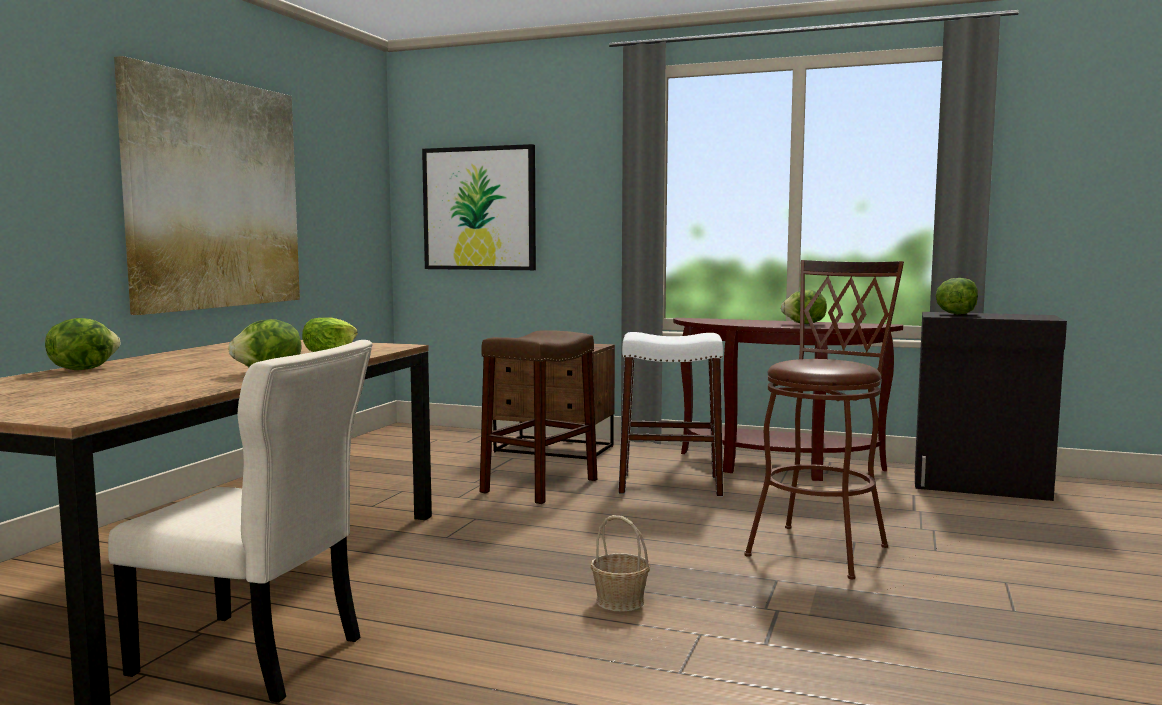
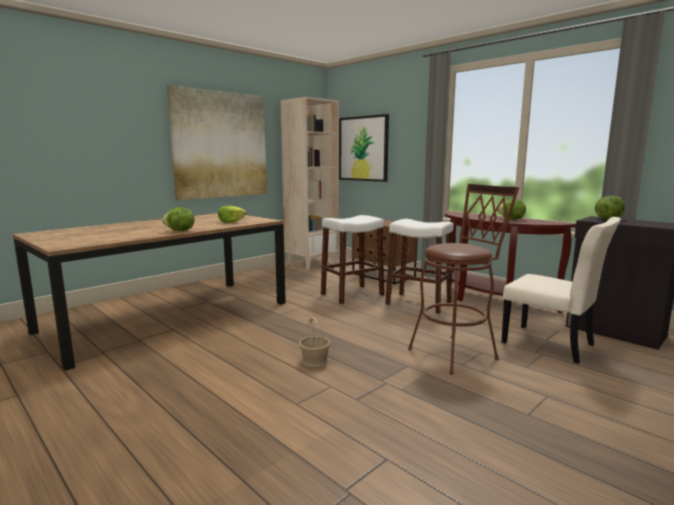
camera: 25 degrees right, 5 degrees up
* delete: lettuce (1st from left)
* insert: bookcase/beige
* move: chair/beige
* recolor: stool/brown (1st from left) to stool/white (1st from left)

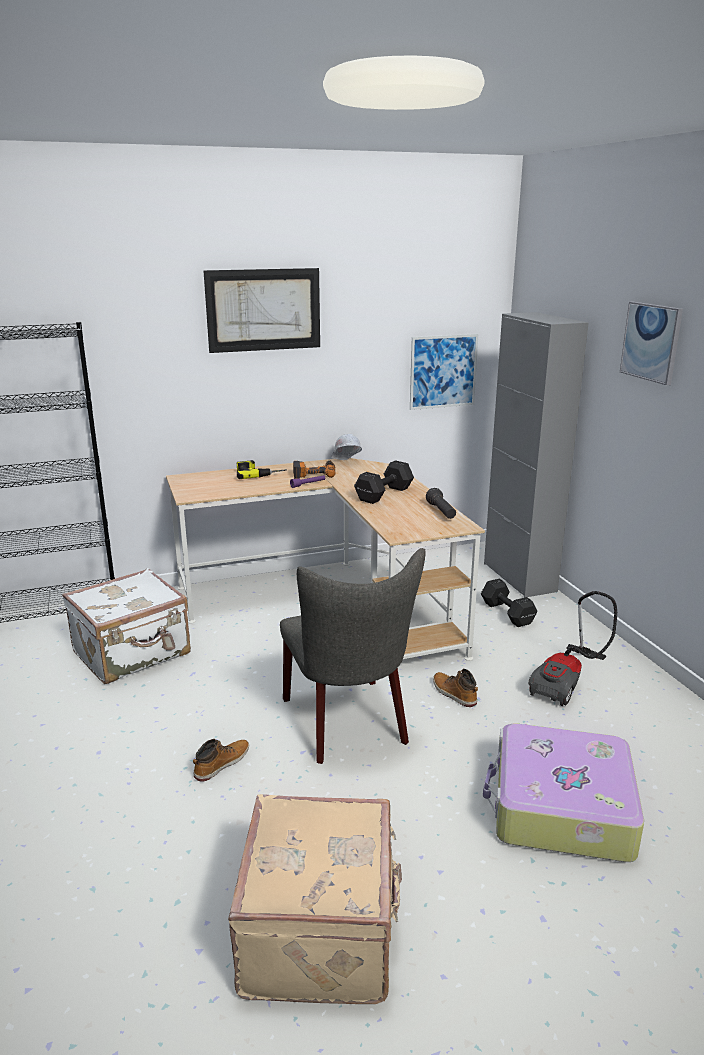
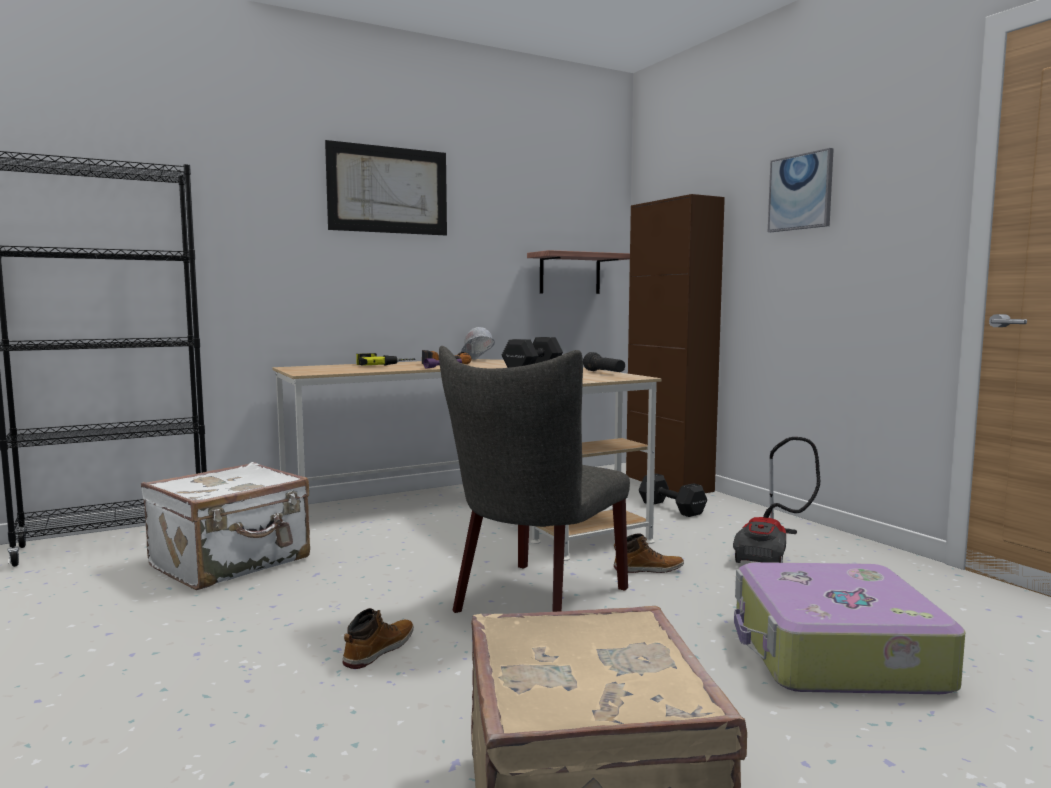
camera: 10 degrees left, 15 degrees down
* replace: picture (2nd from left) to shelf
* recolor: cabinet/grey to cabinet/brown
* rotate: chair/grey 60 degrees clockwise
* rotate: boot (2nd from left) 135 degrees clockwise

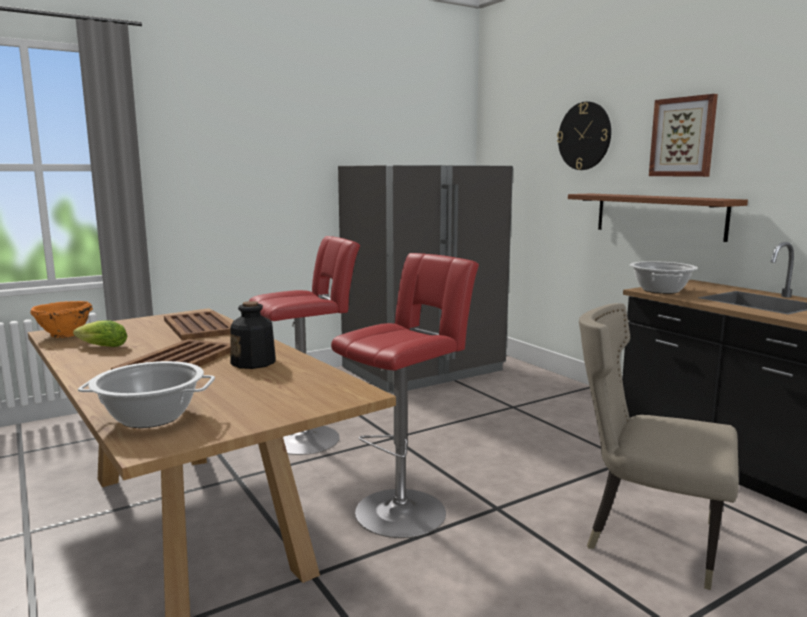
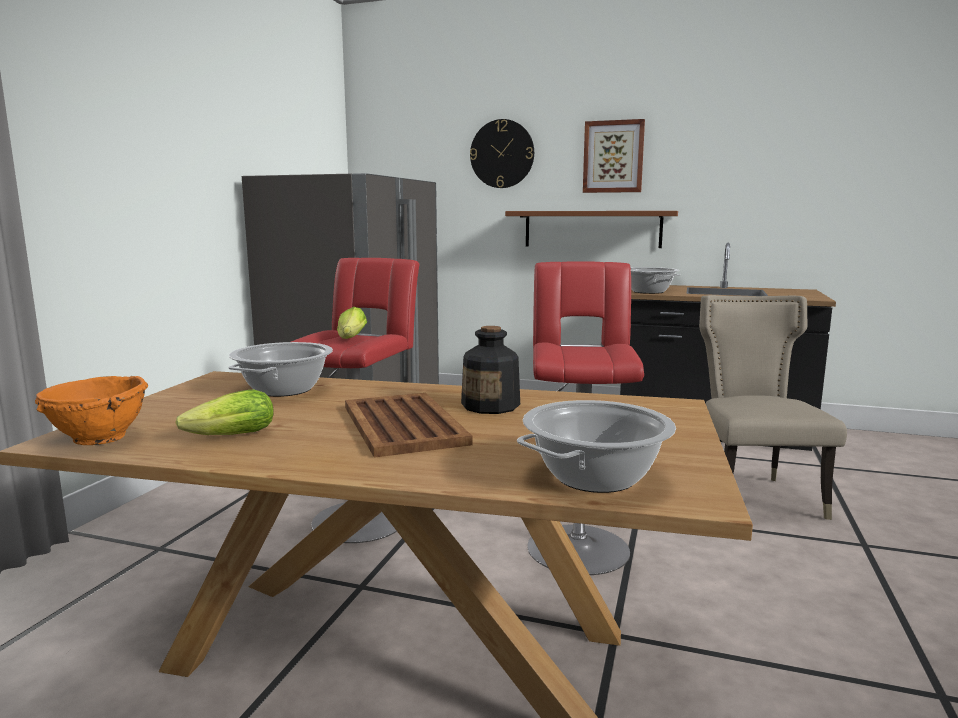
camera: 40 degrees left, 0 degrees up
* insert: lettuce (2nd from left)
* replace: tray/brown (2nd from left) to cooking pot (1st from left)
* rotate: chair/beige 105 degrees clockwise

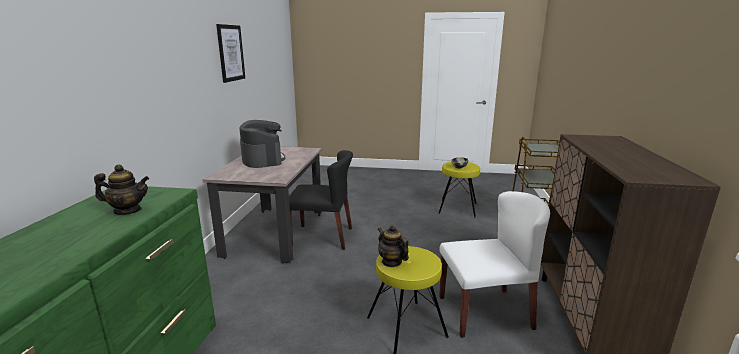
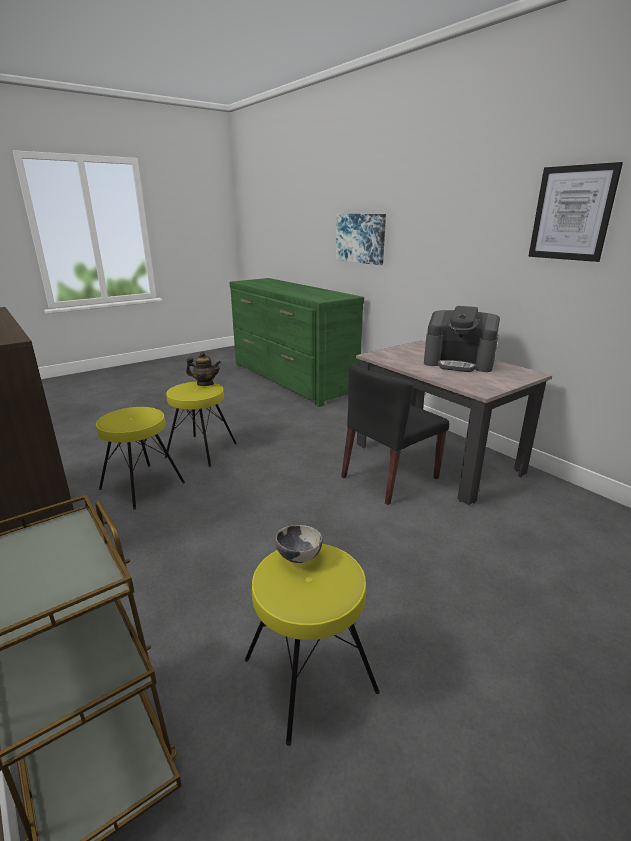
camera: 135 degrees right, 5 degrees up
* delete: teapot (1st from left)
* insert: picture (1st from left)
* replace: chair/white to stool/yellow (1st from left)

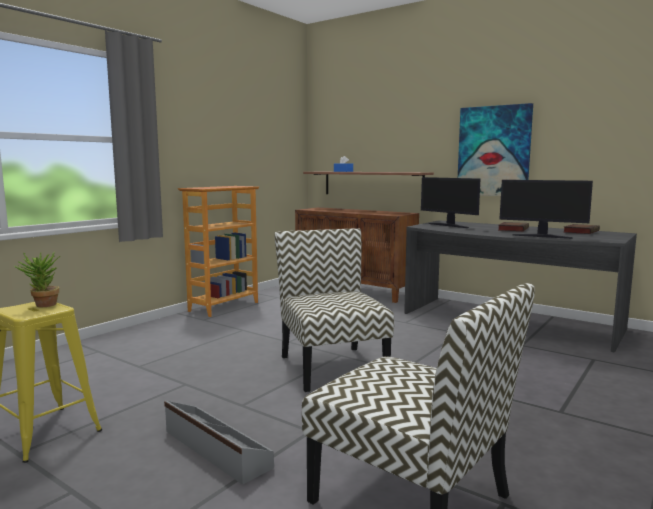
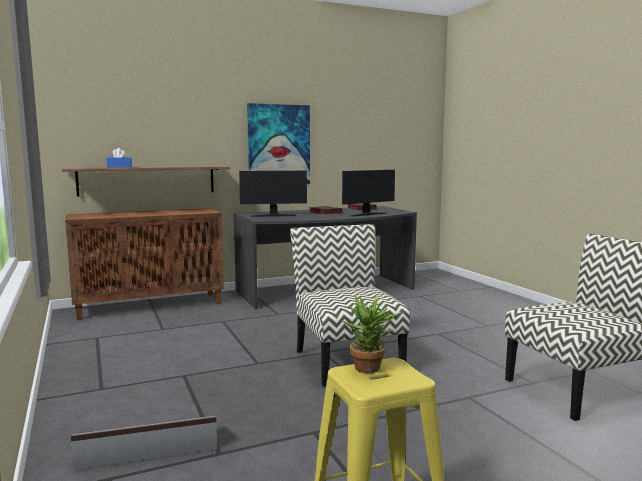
camera: 60 degrees left, 0 degrees up
* delete: bookcase
* move: storage box/grey
* rotate: chair (1st from left) 60 degrees clockwise

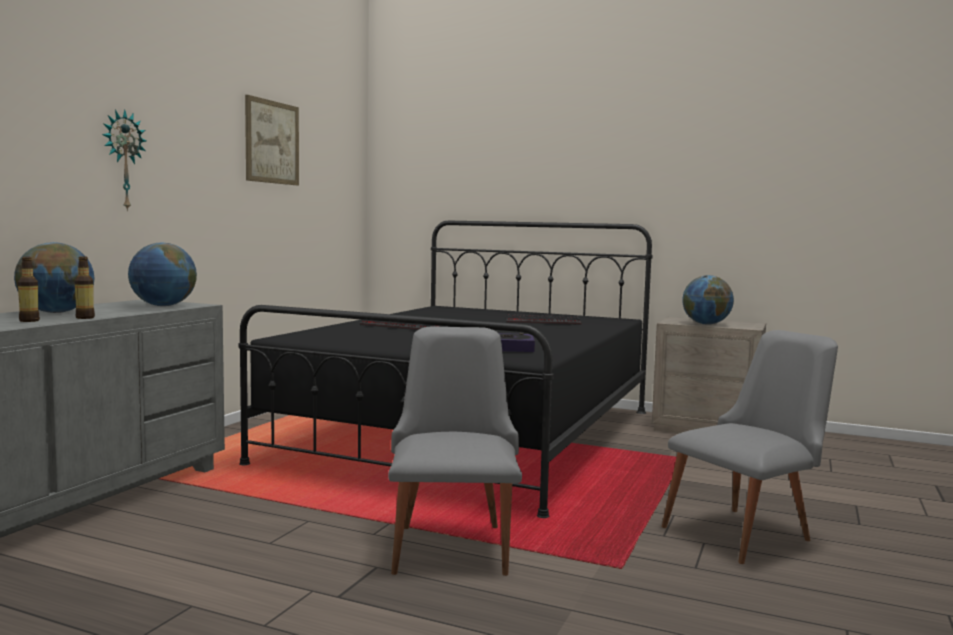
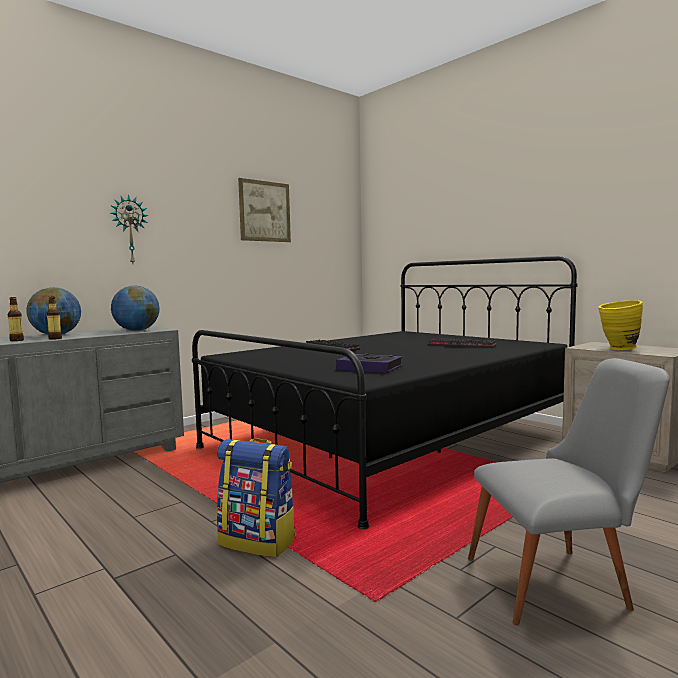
camera: 25 degrees right, 0 degrees up
* replace: chair/grey (1st from left) to backpack
* replace: globe (3rd from left) to vase/yellow

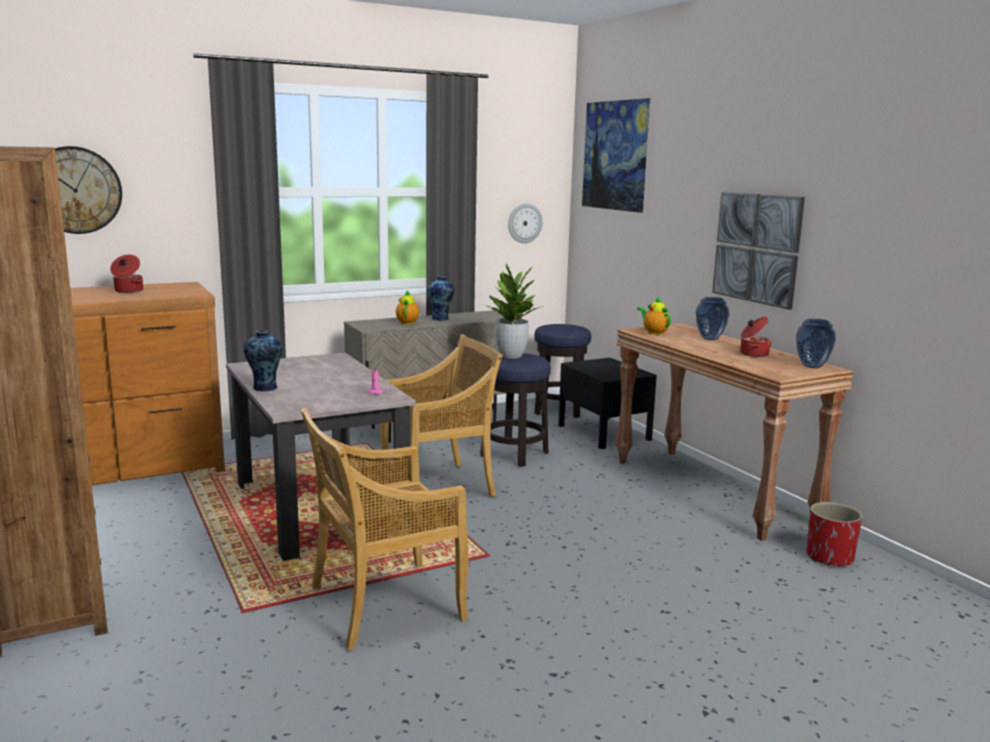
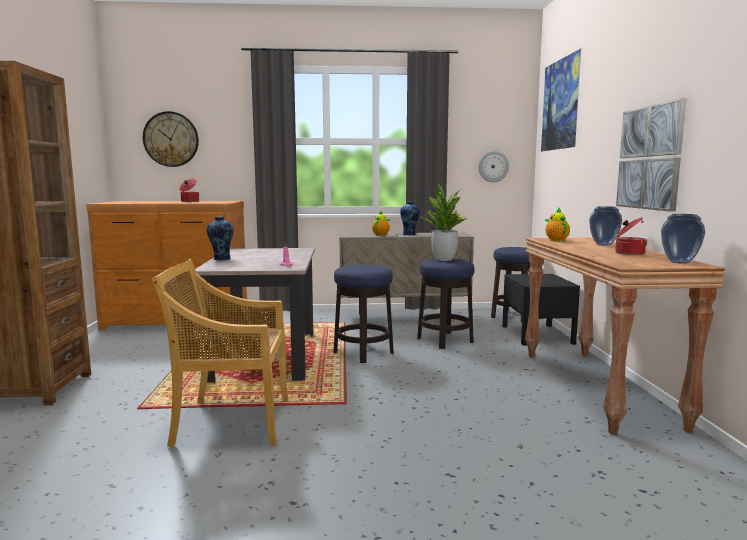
camera: 25 degrees right, 5 degrees down
* delete: planter/red
* replace: chair/beige (2nd from left) to stool (1st from left)

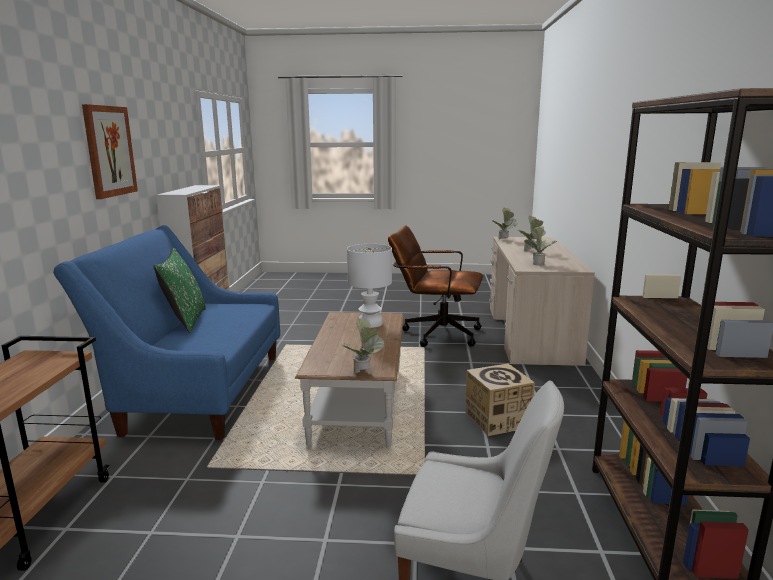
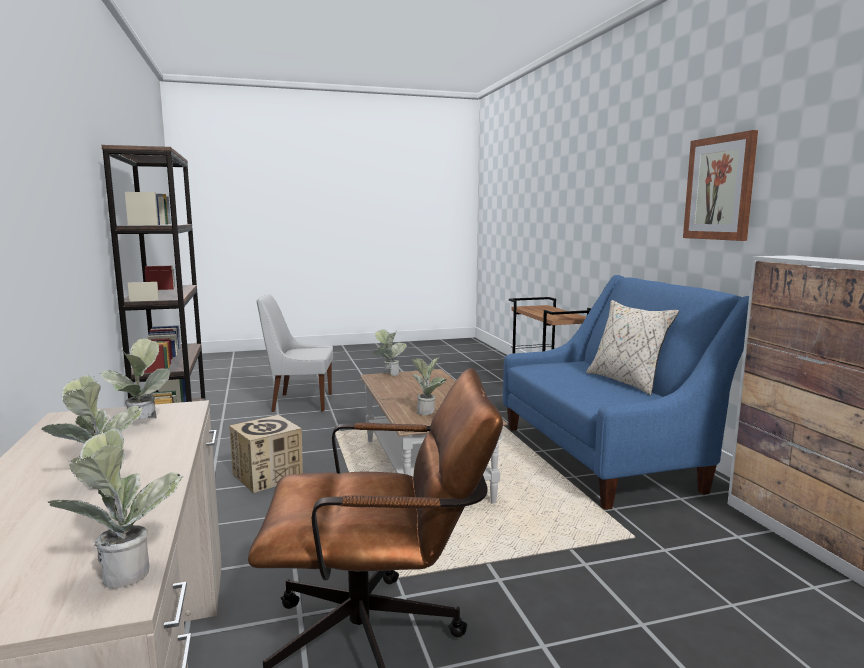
camera: 160 degrees right, 5 degrees down
* replace: table lamp/white to potted plant (5th from left)
* recolor: pillow/green to pillow/beige

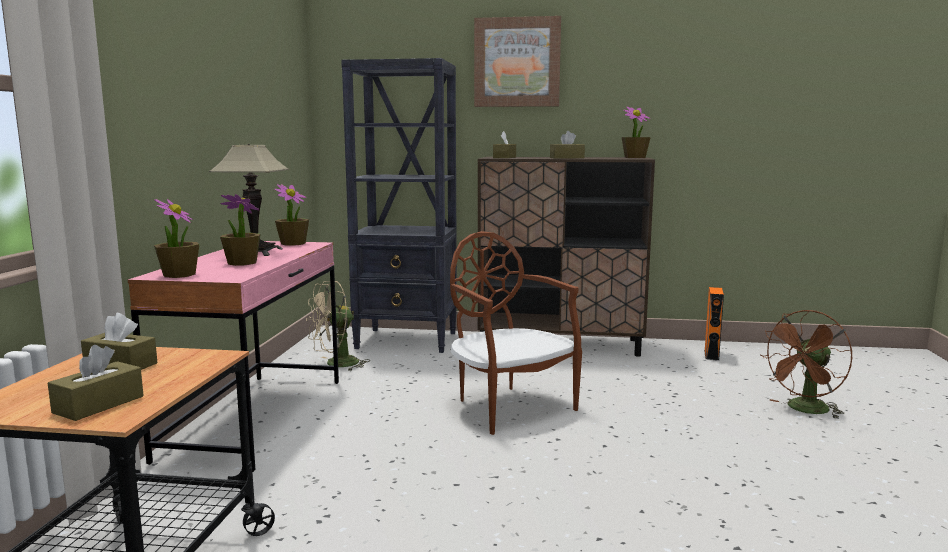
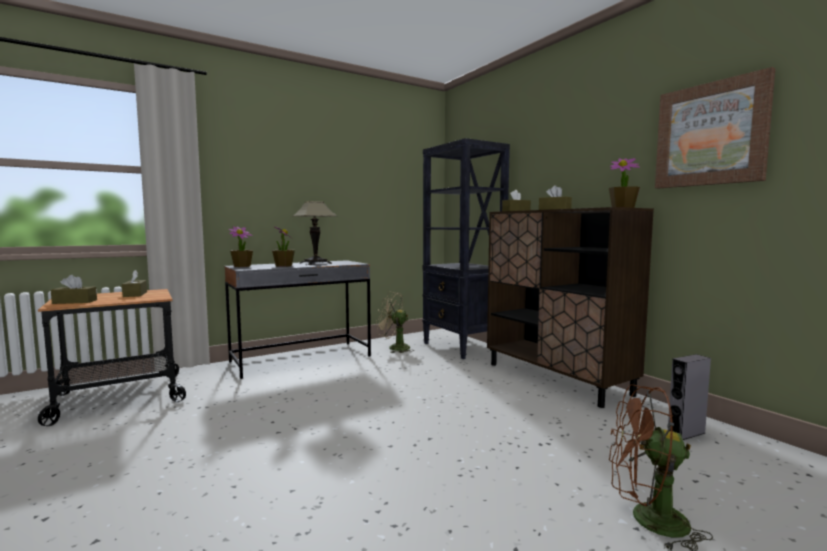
camera: 50 degrees right, 5 degrees down
* delete: potted plant (3rd from left)
* delete: chair/brown
* move: picture
* recolor: desk/pink to desk/grey
* recolor: speaker/orange to speaker/grey

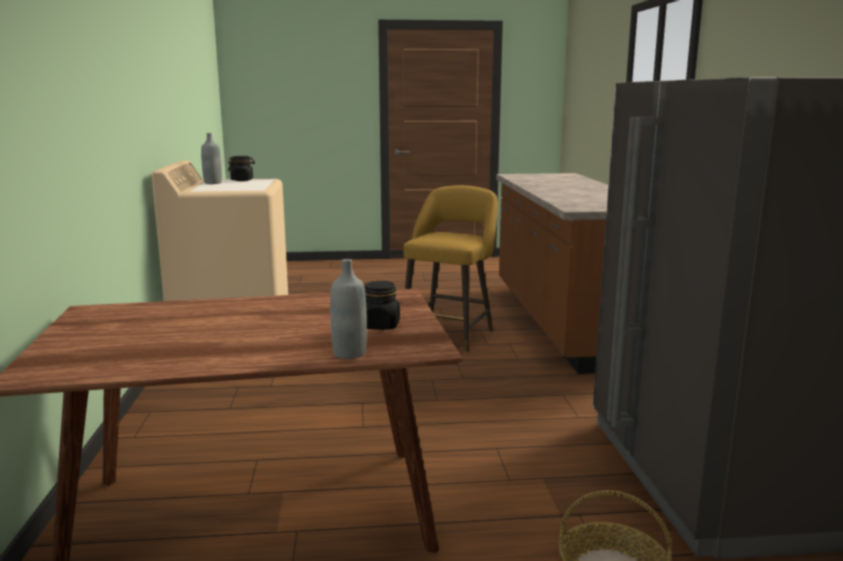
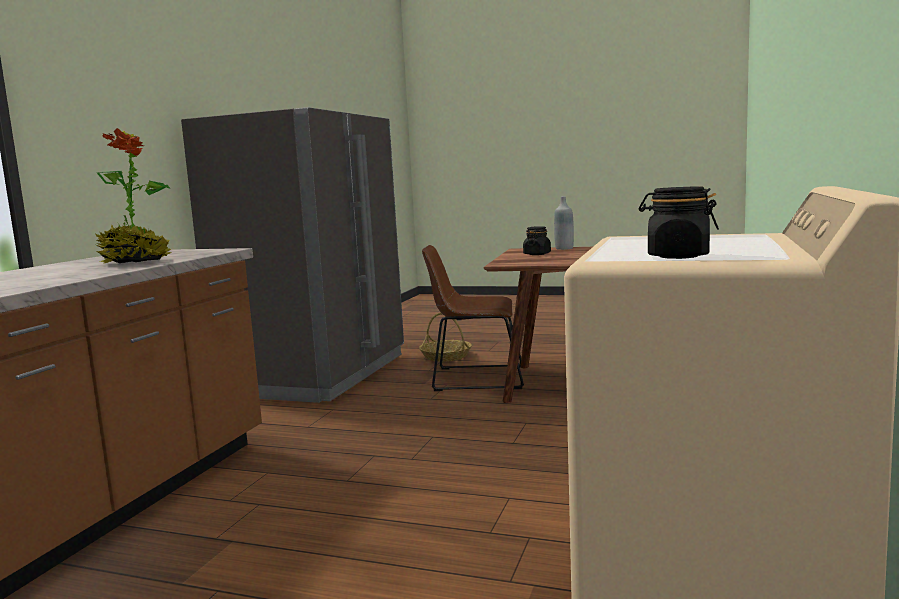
camera: 155 degrees left, 5 degrees down
* delete: bottle/grey (1st from left)
* delete: stool/yellow
* insert: potted plant
* insert: chair/brown

